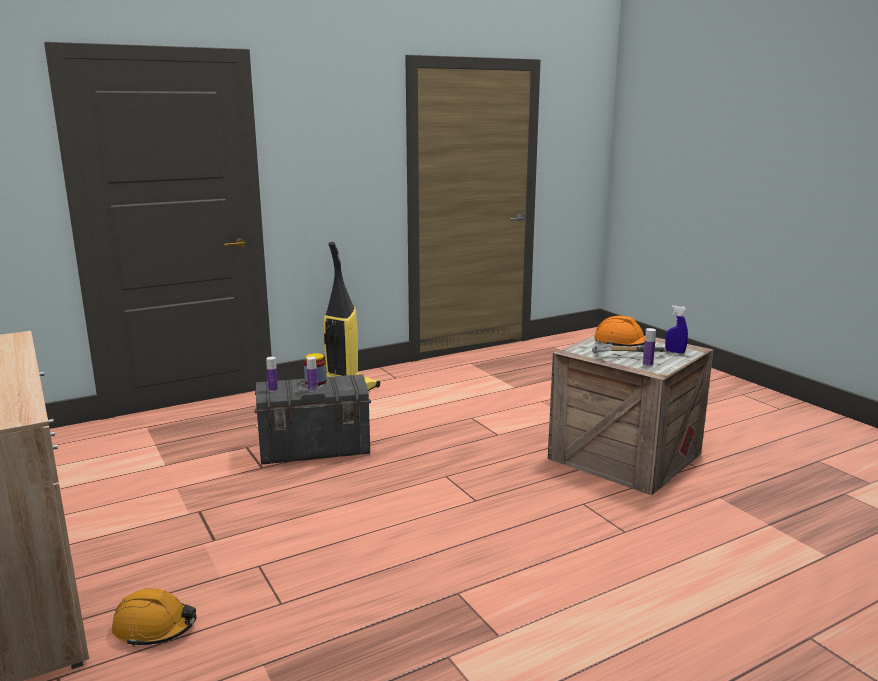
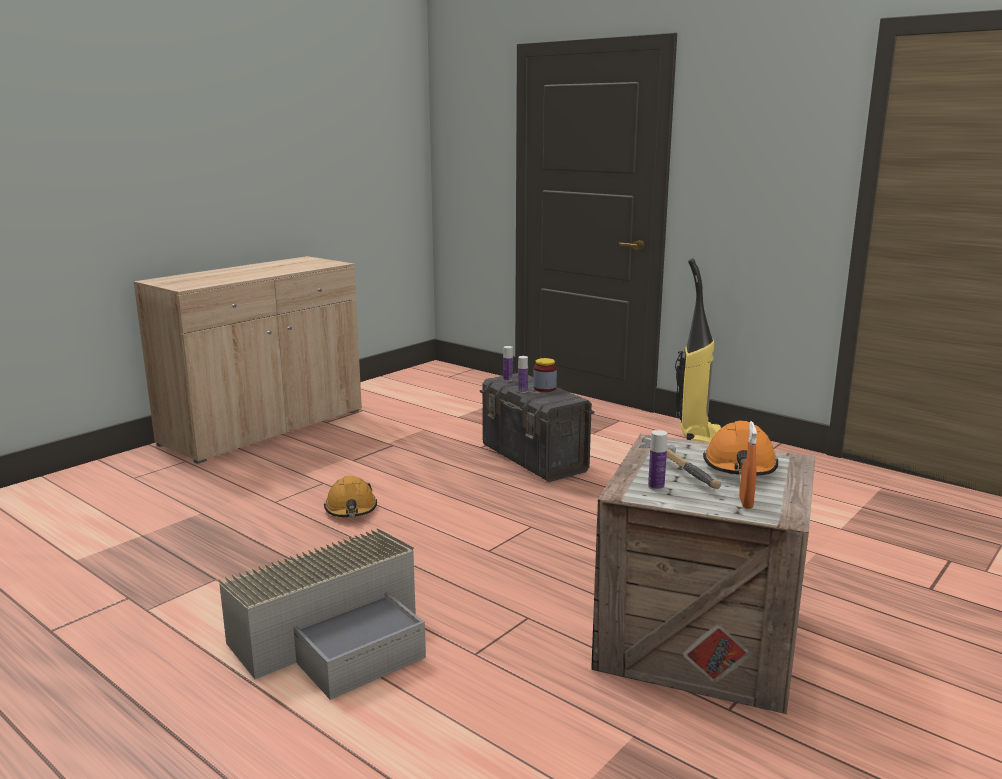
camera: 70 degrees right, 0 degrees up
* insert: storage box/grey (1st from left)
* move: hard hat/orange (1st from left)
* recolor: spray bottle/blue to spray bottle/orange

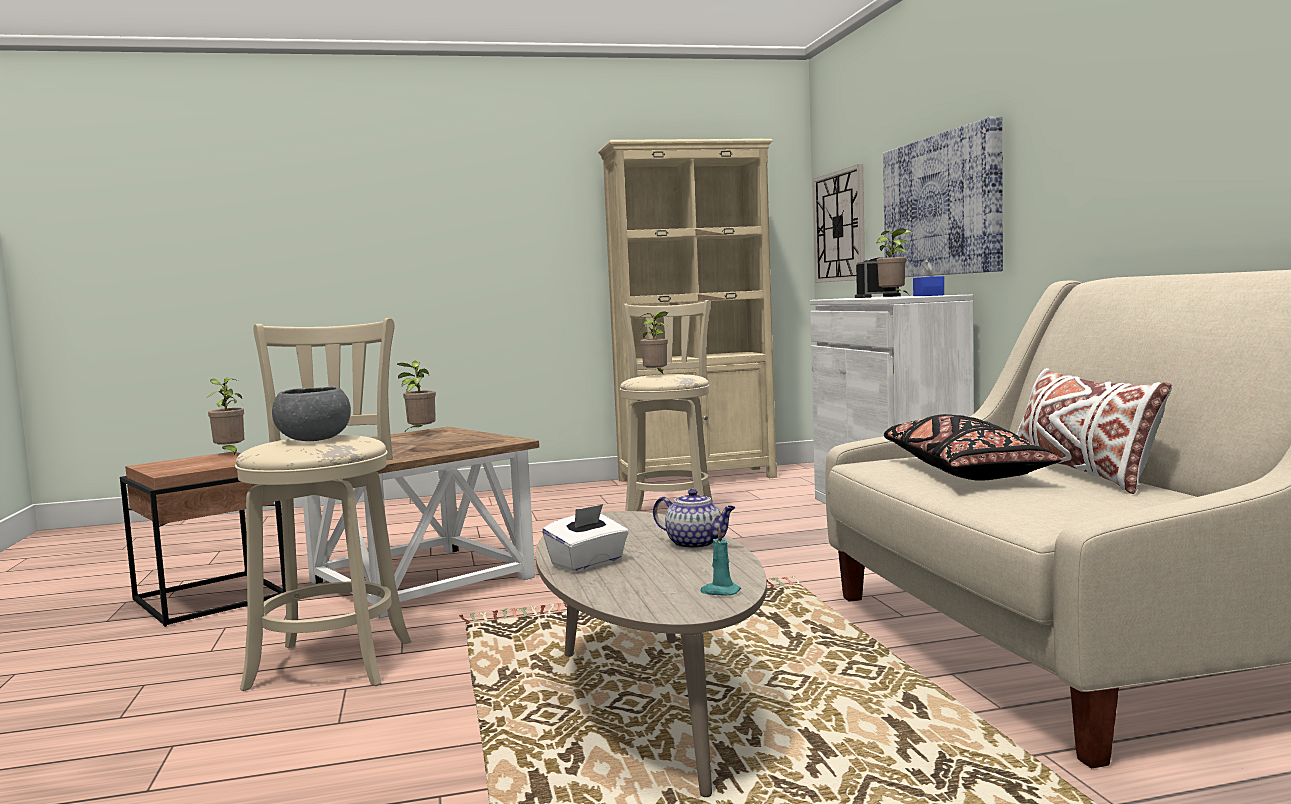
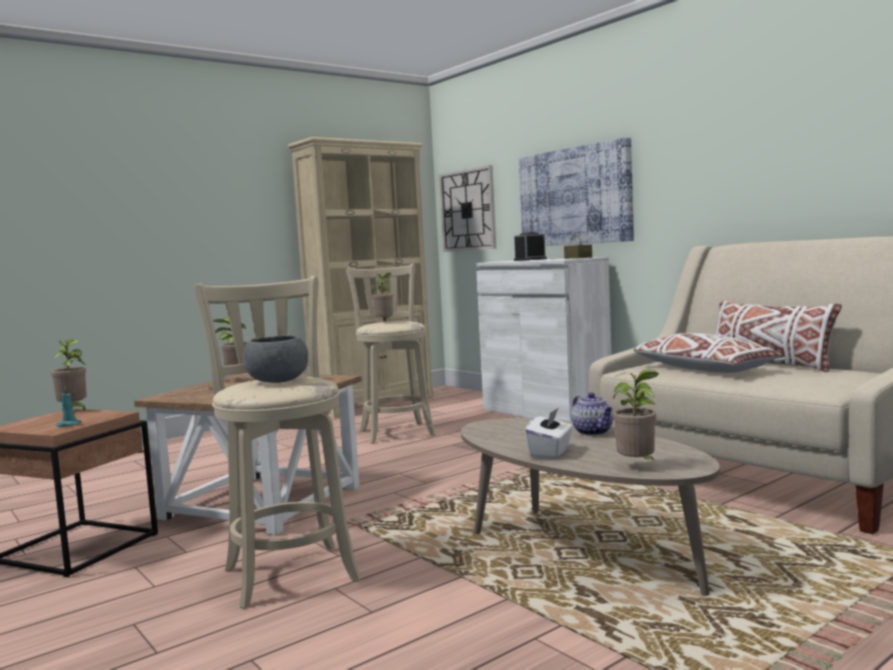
camera: 25 degrees left, 0 degrees up
* move: candle/turquoise
* move: potted plant (4th from left)
* recolor: pillow/black to pillow/white (1st from left)
* recolor: tissue box/blue to tissue box/brown
* rotate: teapot 60 degrees clockwise

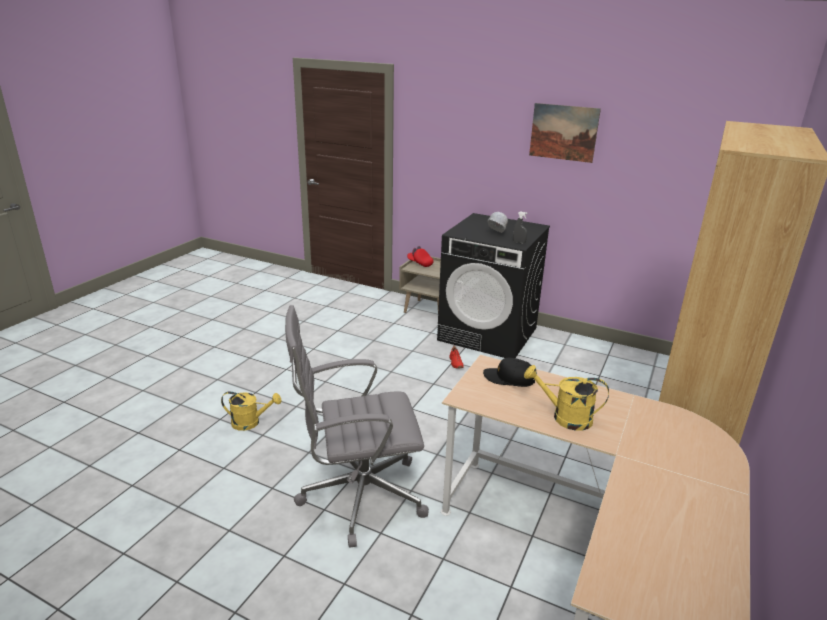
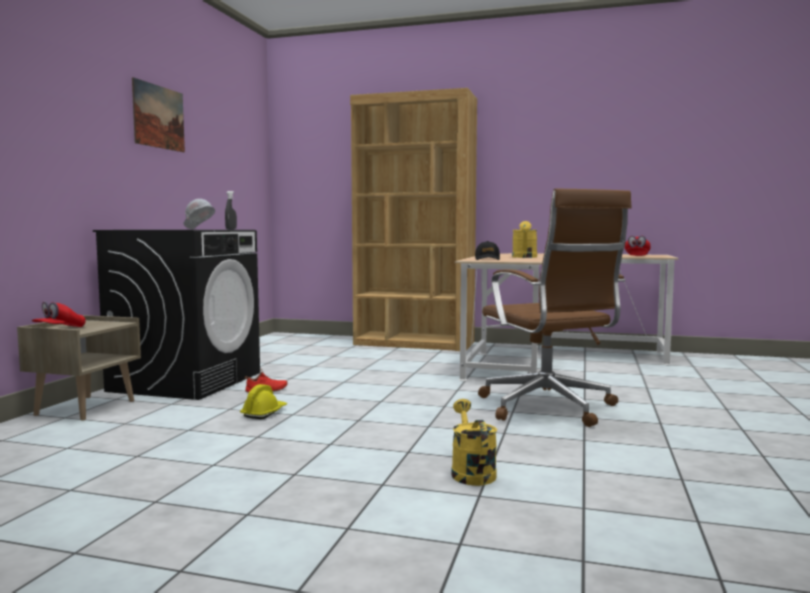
camera: 100 degrees left, 20 degrees down
* insert: hard hat/yellow
* insert: cap/red (2nd from left)
* recolor: office chair/grey to office chair/brown

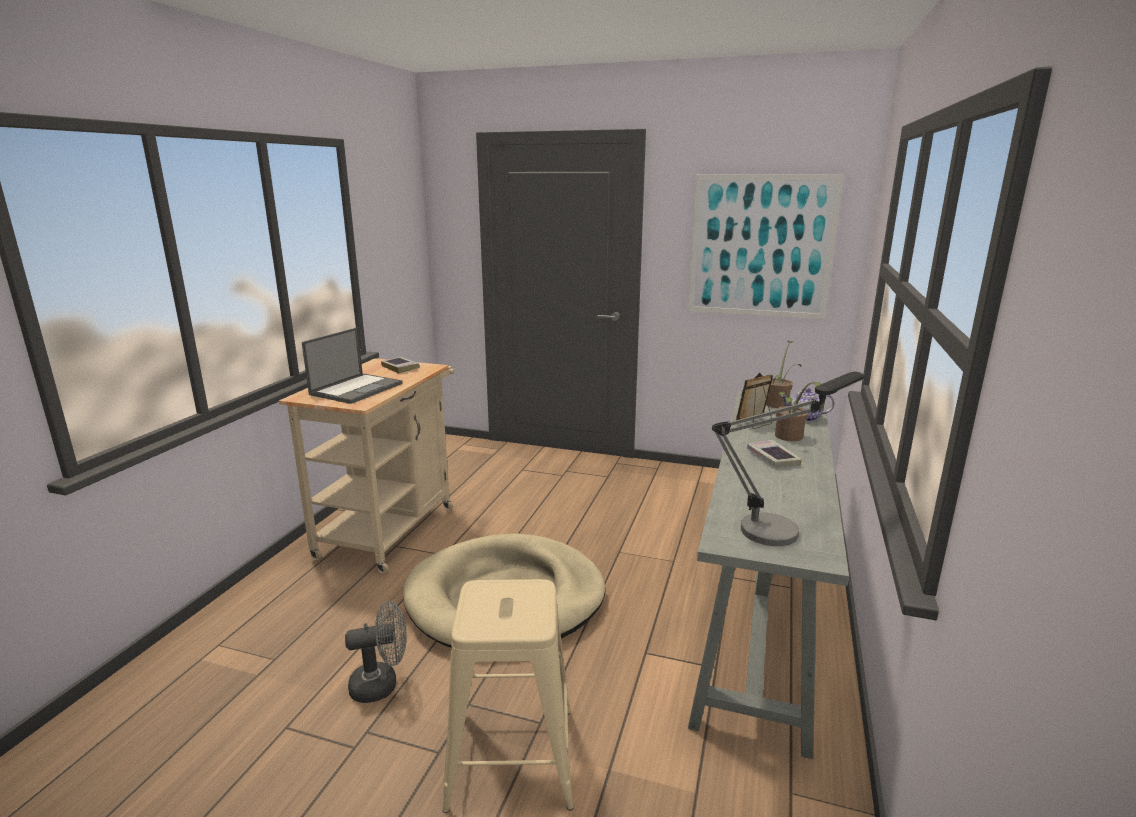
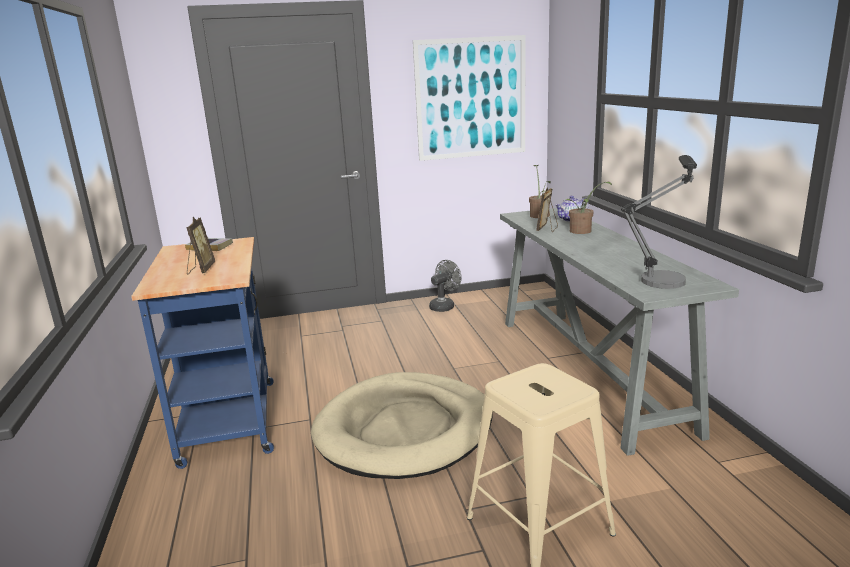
camera: 30 degrees left, 0 degrees up
* delete: book (2nd from left)
* move: fan/grey
* replace: laptop to picture frame (1st from left)
* recolor: cart/beige to cart/blue

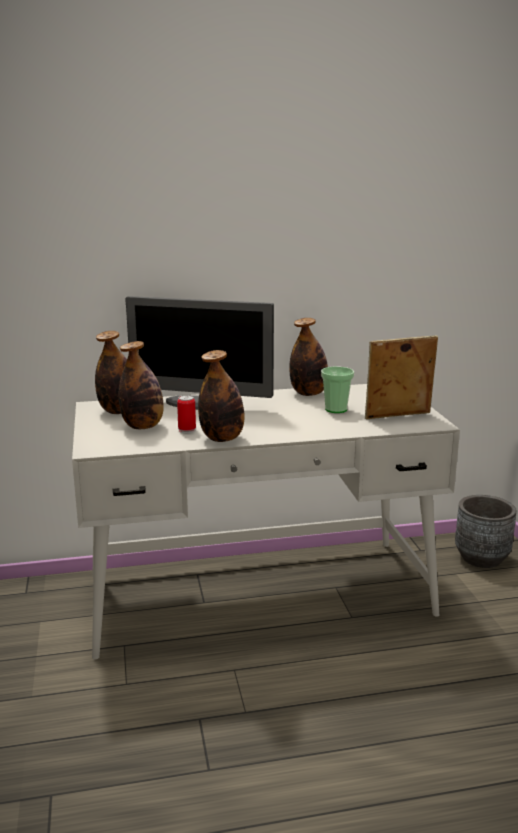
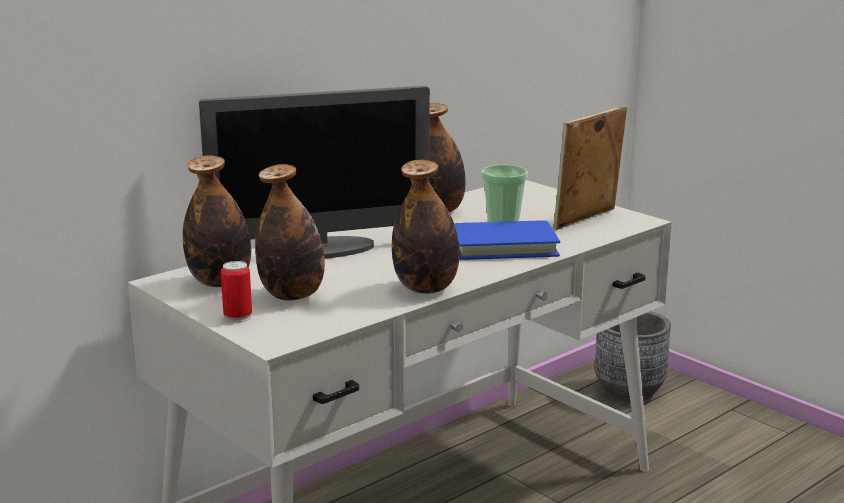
camera: 30 degrees left, 0 degrees up
* insert: book/blue
* move: can

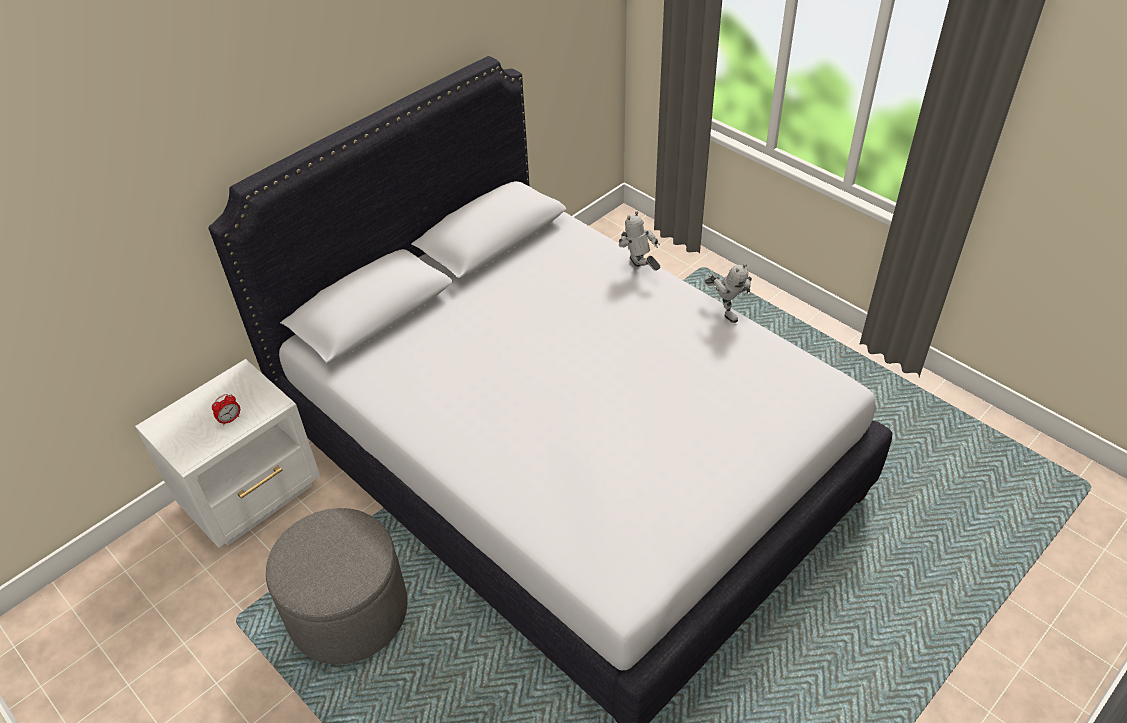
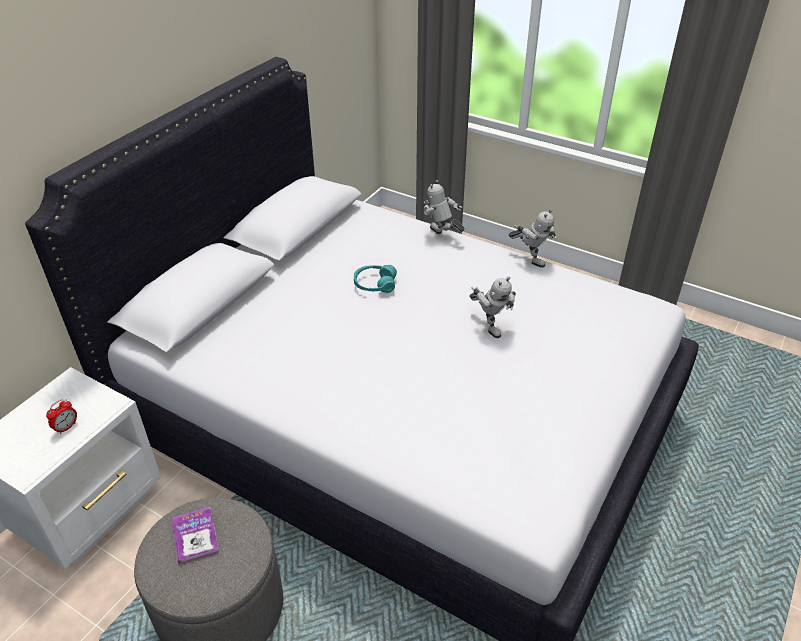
camera: 15 degrees left, 5 degrees down
* insert: book
* insert: headphones/turquoise
* insert: toy robot (2nd from left)

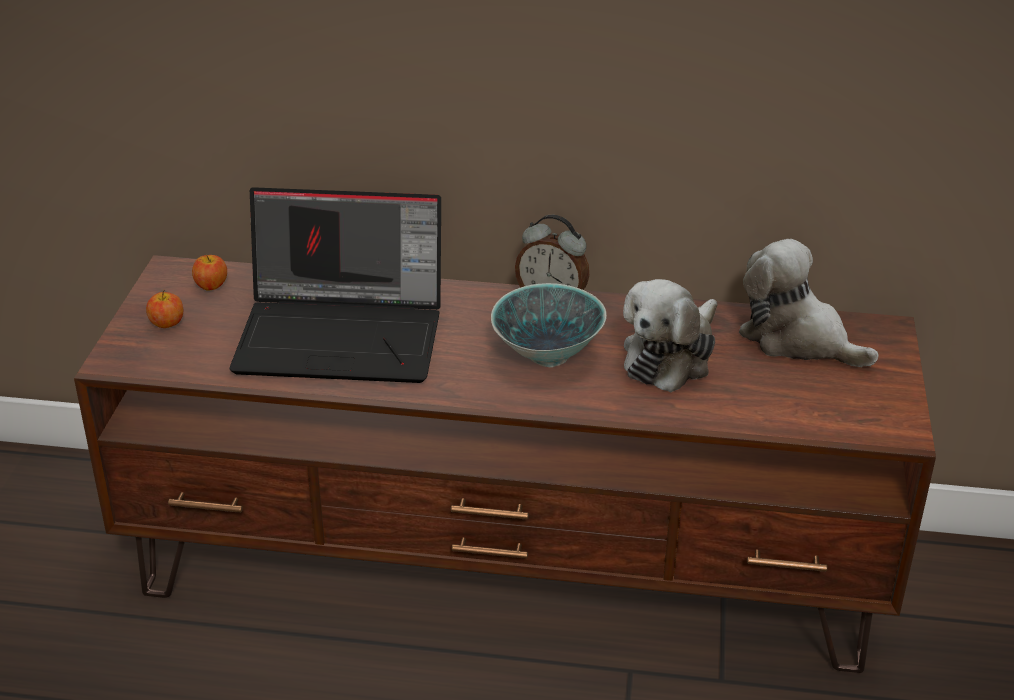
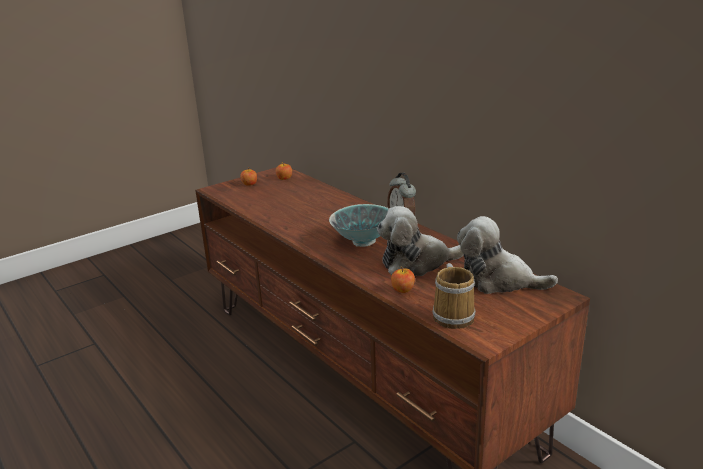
camera: 45 degrees right, 10 degrees down
* delete: laptop
* insert: apple (3rd from left)
* insert: mug
* rotate: plush toy (2nd from left) 60 degrees counterclockwise

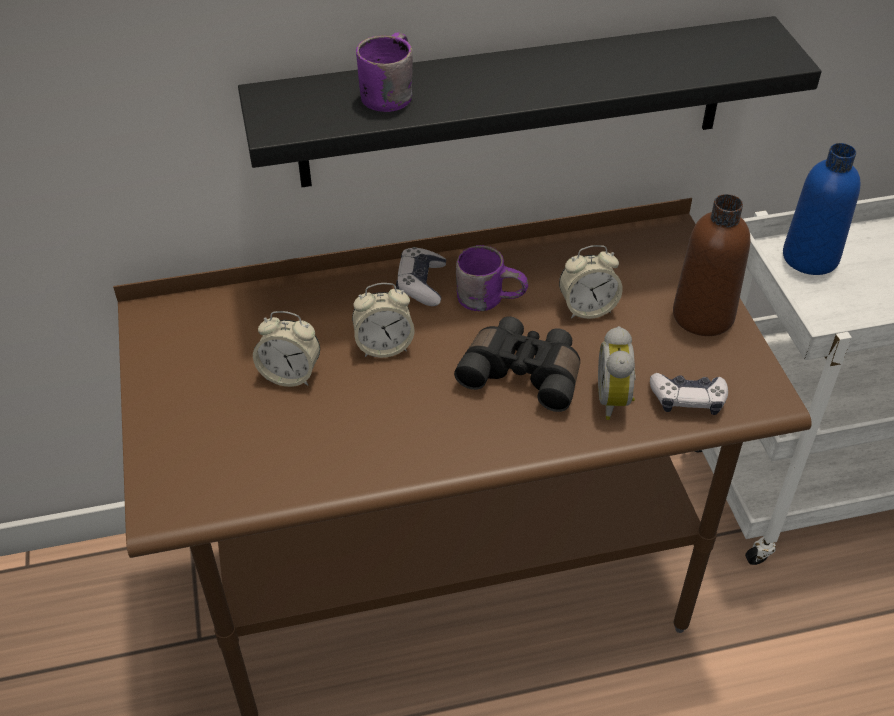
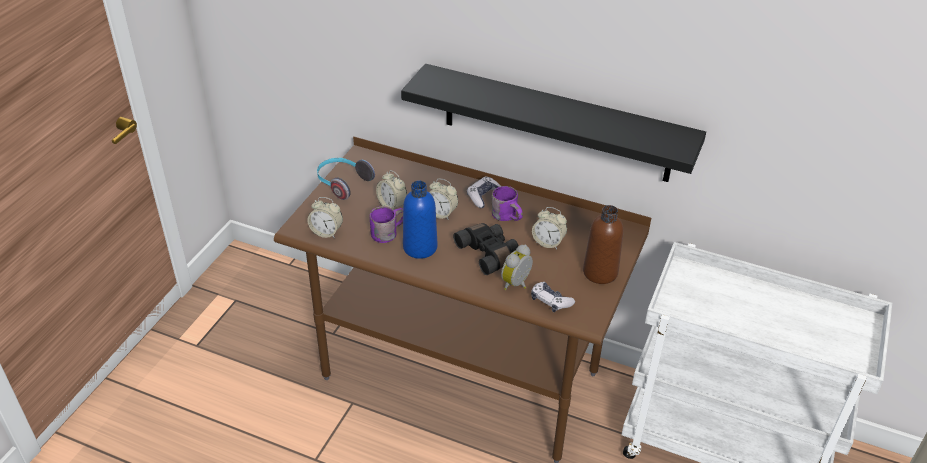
camera: 35 degrees right, 5 degrees down
* insert: alarm clock (1st from left)
* insert: headphones
* move: mug/purple (1st from left)
* move: bottle/blue

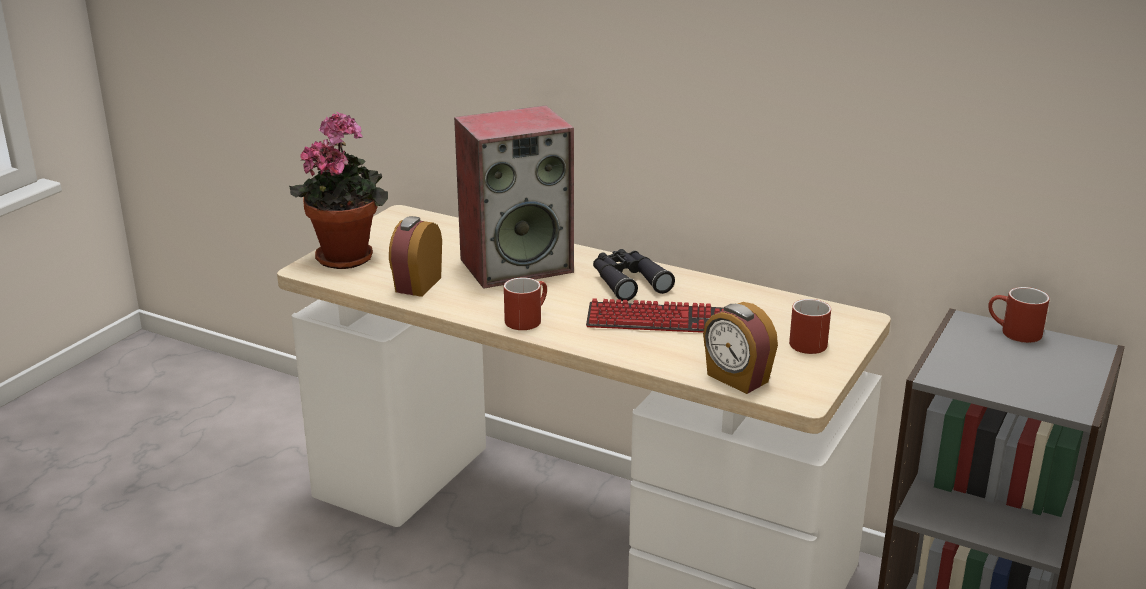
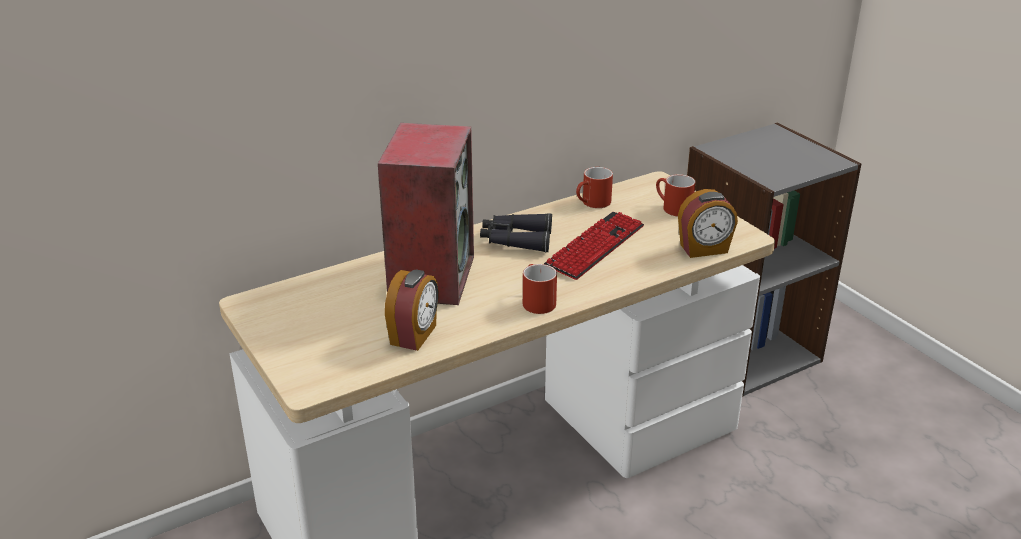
camera: 60 degrees left, 5 degrees up
* delete: potted plant
* move: mug/red (3rd from left in the first image) to mug/red (2nd from left)
* rotate: alarm clock (1st from left) 120 degrees counterclockwise

